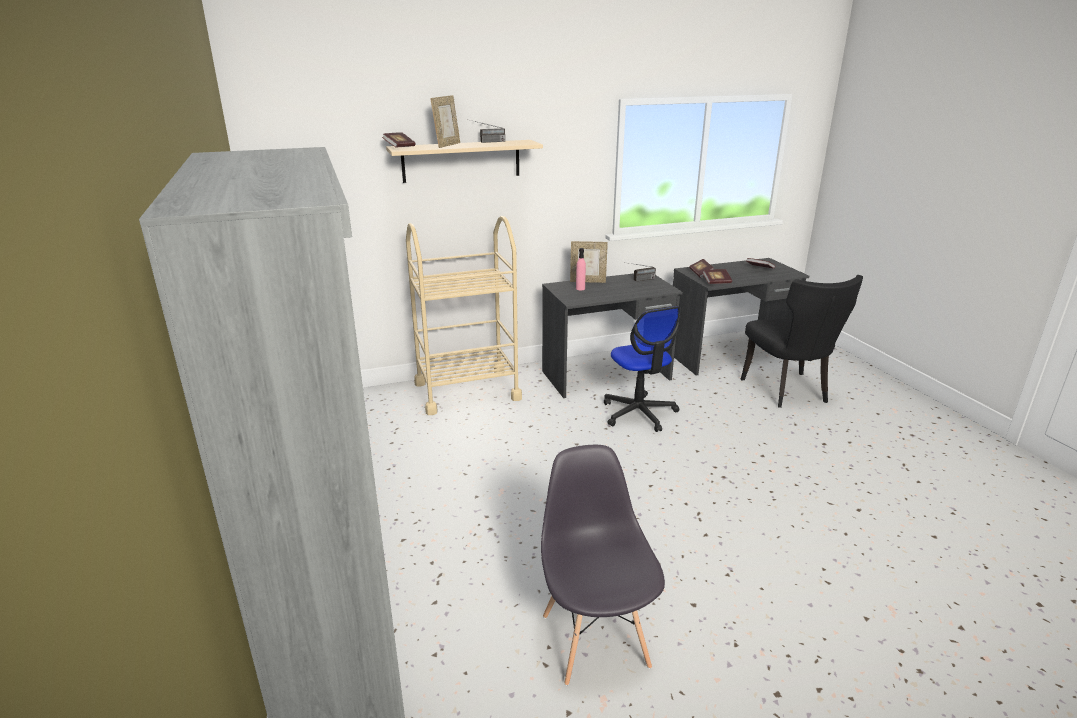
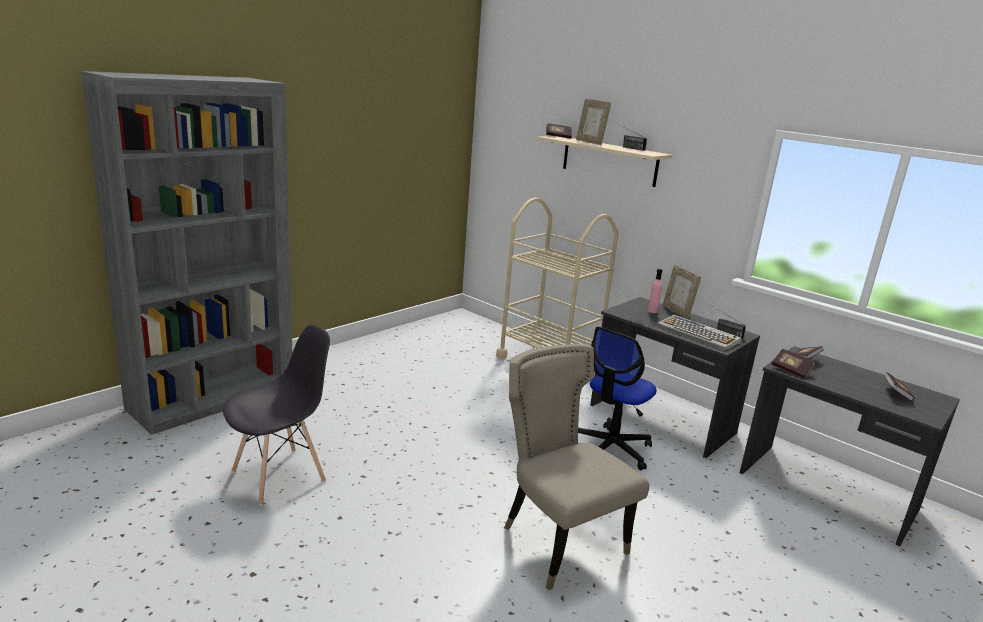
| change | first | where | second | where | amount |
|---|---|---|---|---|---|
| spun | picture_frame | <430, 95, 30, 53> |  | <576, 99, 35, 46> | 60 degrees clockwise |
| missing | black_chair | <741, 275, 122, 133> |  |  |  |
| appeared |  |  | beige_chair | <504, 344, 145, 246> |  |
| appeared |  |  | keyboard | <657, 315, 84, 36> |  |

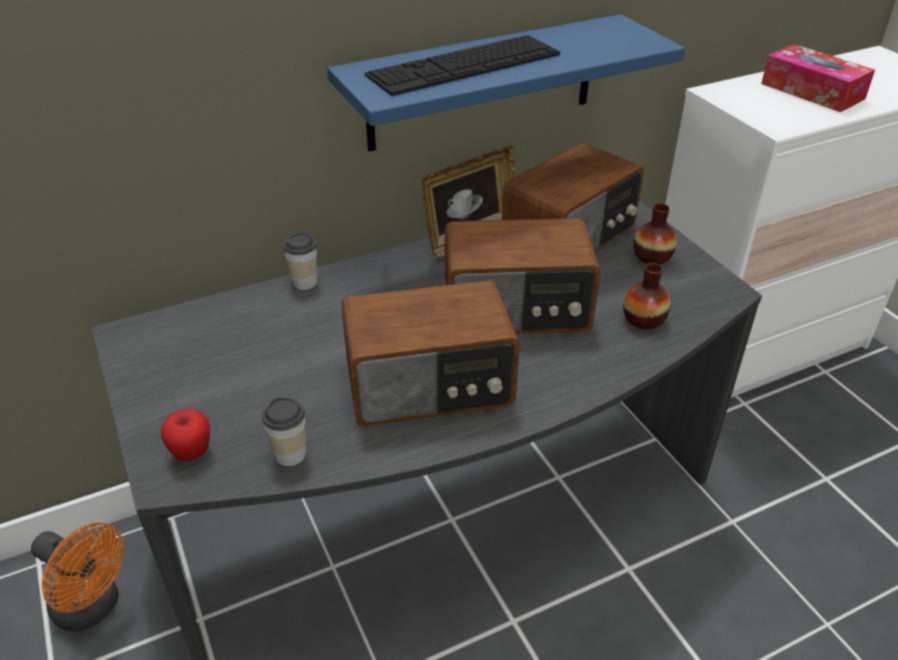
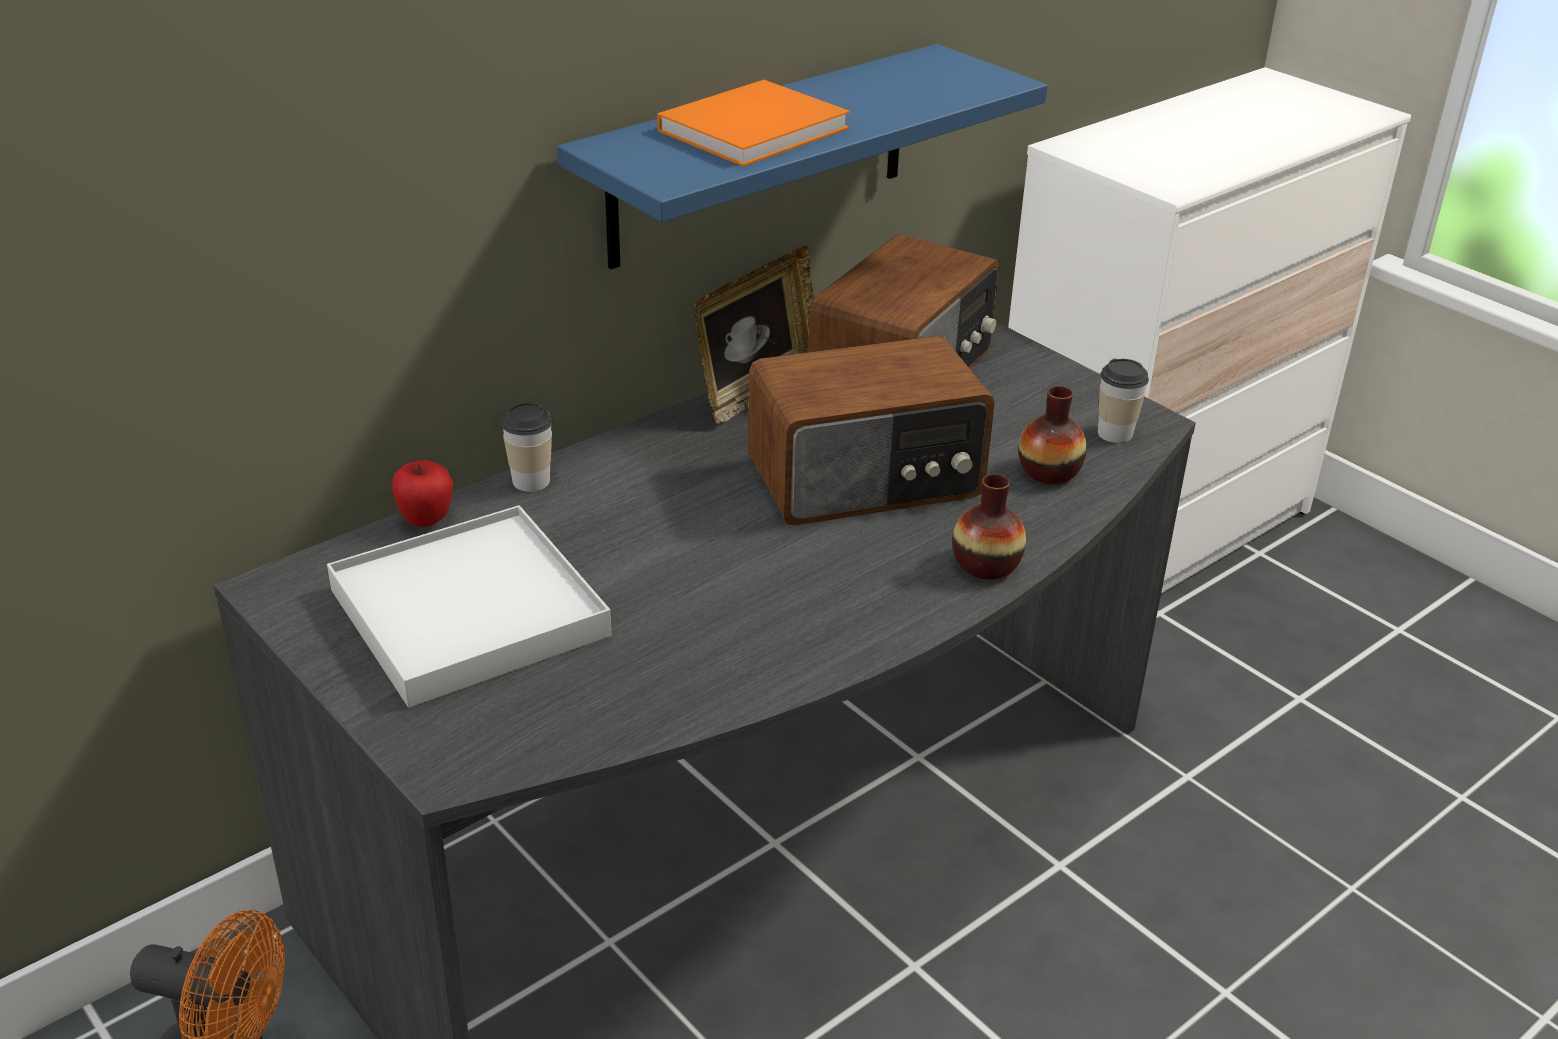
| change | first | where | second | where | amount |
|---|---|---|---|---|---|
| relocated | apple | <161, 409, 49, 52> |  | <392, 460, 61, 67> |  |
| relocated | cup | <262, 398, 44, 68> |  | <1098, 358, 51, 85> |  |
| missing | radio | <341, 280, 179, 146> |  |  |  |
| exchanged | keyboard | <365, 35, 195, 61> | orange_book | <657, 80, 193, 87> |  |
| relocated | vase | <633, 204, 44, 61> |  | <952, 474, 74, 106> |  |
| missing | tissue_box | <761, 44, 114, 68> |  |  |  |
| appeared |  |  | white_tray | <327, 505, 284, 203> |  |

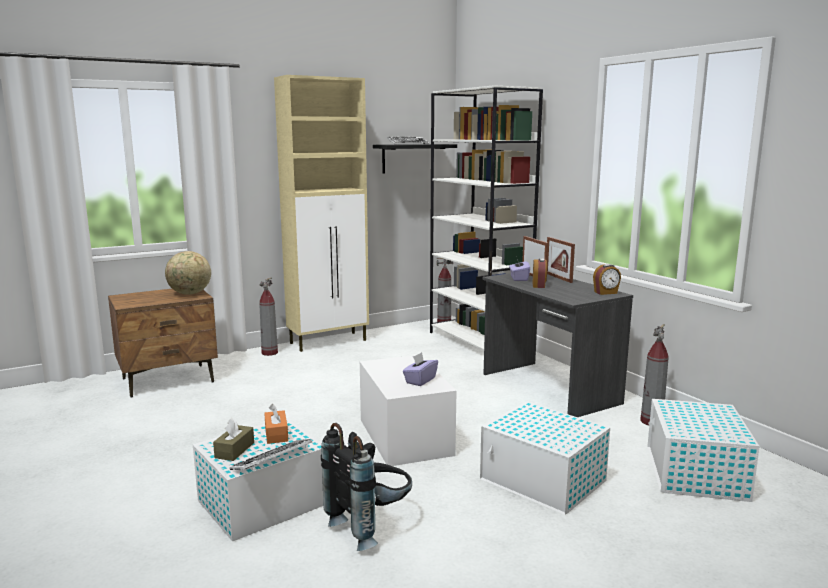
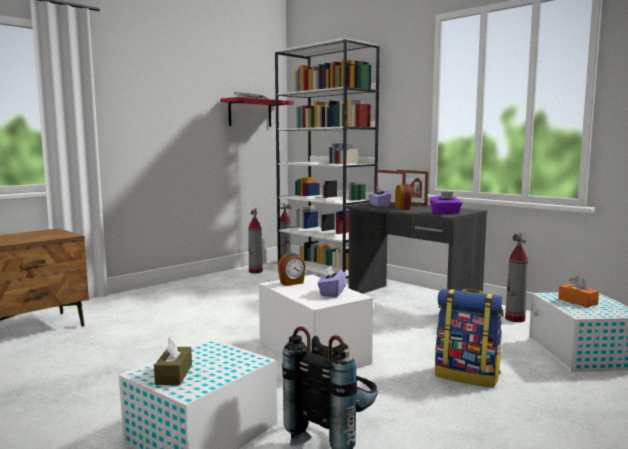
| change | first | where | second | where | amount |
|---|---|---|---|---|---|
| missing | globe | <165, 251, 46, 44> |  |  |  |
| missing | keyboard | <230, 439, 82, 31> |  |  |  |
| relocated | fire_extinguisher | <259, 277, 19, 79> |  | <248, 208, 15, 65> |  |
| relocated | orange_tissue_box | <264, 404, 24, 40> |  | <558, 275, 41, 32> |  |
| missing | beige_cabinet | <274, 75, 95, 277> |  |  |  |
| colour | black_shelf | <373, 144, 84, 30> | red_shelf | <220, 97, 74, 30> |  |
| exchanged | white_storage_box | <480, 401, 130, 114> | backpack | <435, 289, 69, 99> |  |
| relocated | alarm_clock | <593, 264, 28, 31> |  | <278, 253, 28, 33> |  |
| appeared |  |  | purple_tissue_box | <430, 192, 32, 22> |  |

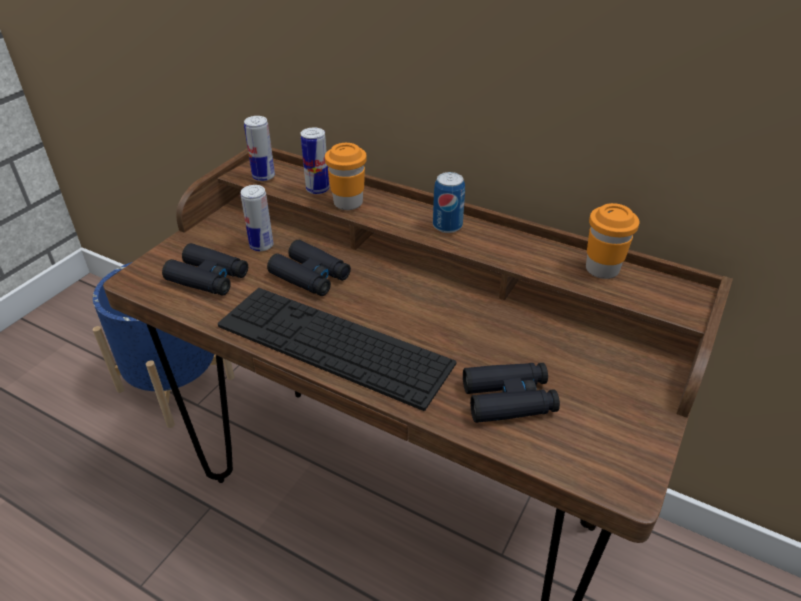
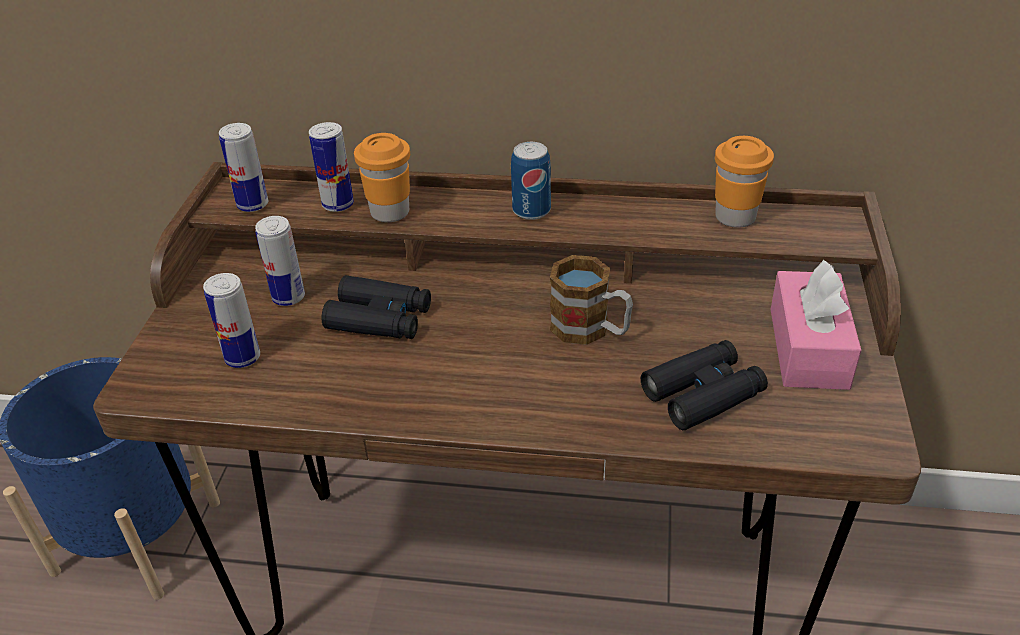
| change | first | where | second | where | amount |
|---|---|---|---|---|---|
| exchanged | black_binoculars | <162, 243, 86, 53> | can | <203, 273, 57, 95> |  |
| missing | keyboard | <218, 288, 238, 123> |  |  |  |
| appeared |  |  | mug | <550, 255, 83, 90> |  |
| appeared |  |  | pink_tissue_box | <770, 260, 91, 130> |  |

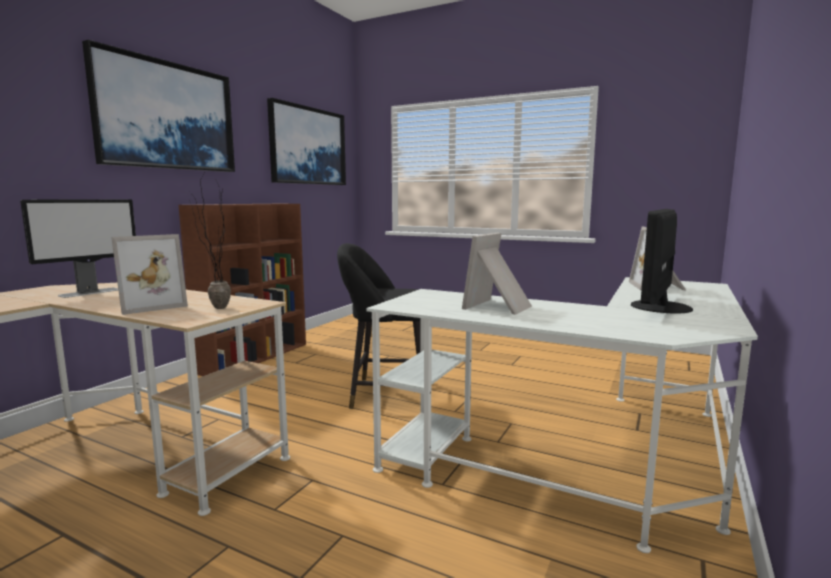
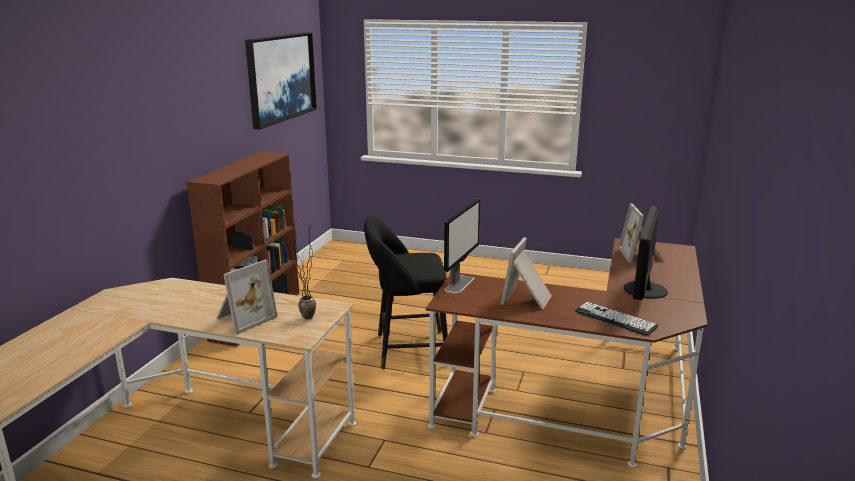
| change | first | where | second | where | amount |
|---|---|---|---|---|---|
| relocated | monitor | <20, 199, 116, 99> |  | <444, 199, 36, 95> |  |
| missing | picture | <82, 40, 153, 132> |  |  |  |
| colour | white_desk | <366, 277, 392, 276> | brown_desk | <426, 238, 282, 230> |  |
| appeared |  |  | keyboard | <575, 302, 83, 34> |  |

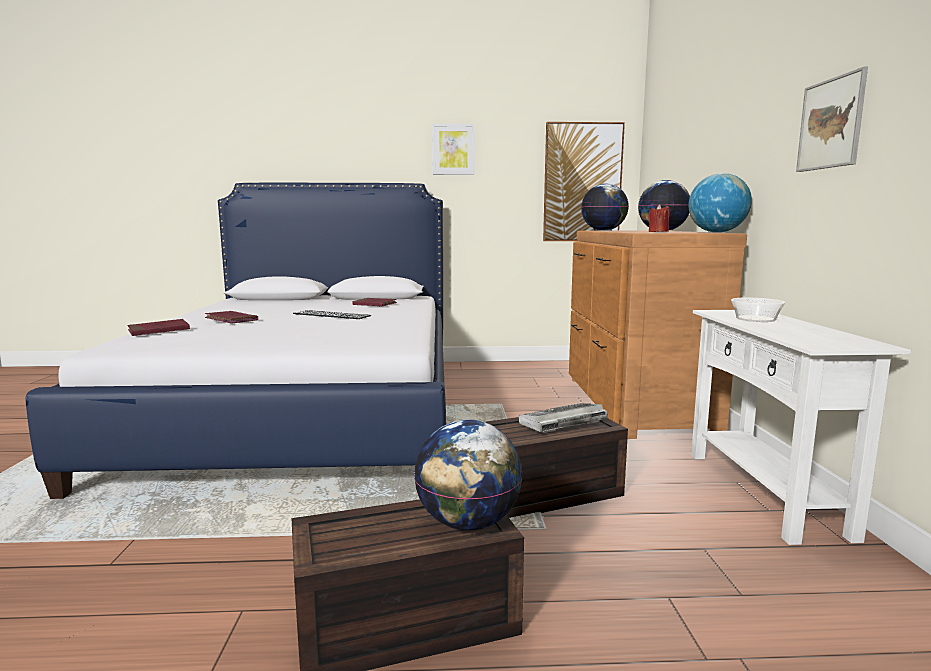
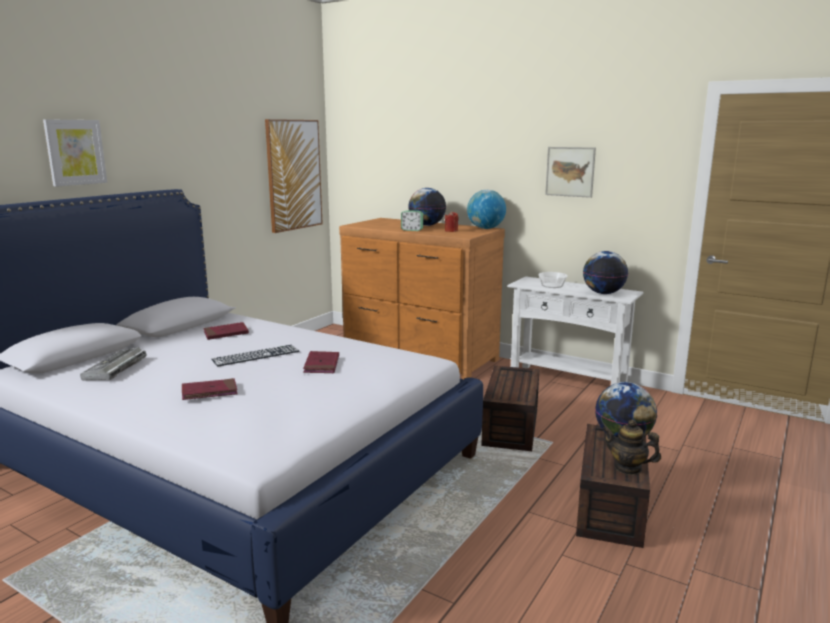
| change | first | where | second | where | amount |
|---|---|---|---|---|---|
| relocated | red_book | <127, 319, 63, 17> |  | <303, 351, 36, 22> |  |
| relocated | picture | <432, 123, 43, 52> |  | <43, 119, 64, 68> |  |
| relocated | keyboard | <519, 403, 89, 30> |  | <80, 347, 66, 33> |  |
| relocated | globe | <581, 184, 48, 47> |  | <583, 251, 45, 43> |  |
| appeared |  |  | alarm_clock | <401, 210, 22, 21> |  |
| appeared |  |  | teapot | <603, 420, 58, 55> |  |

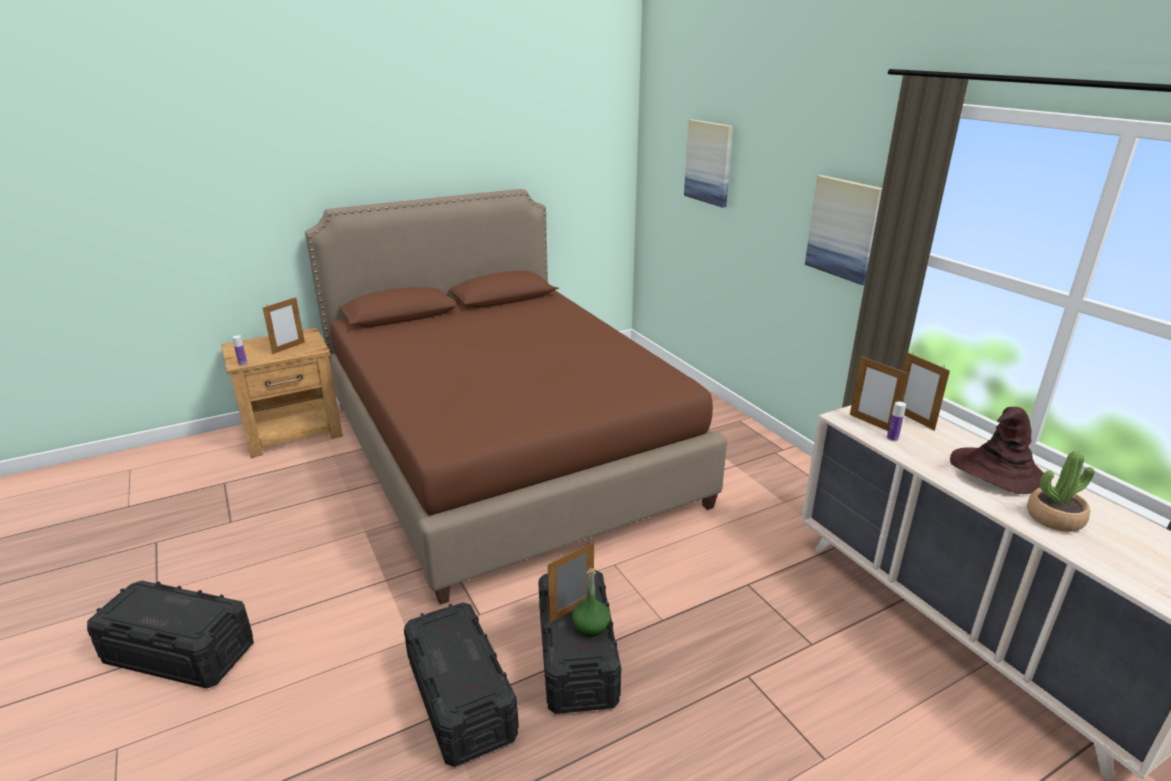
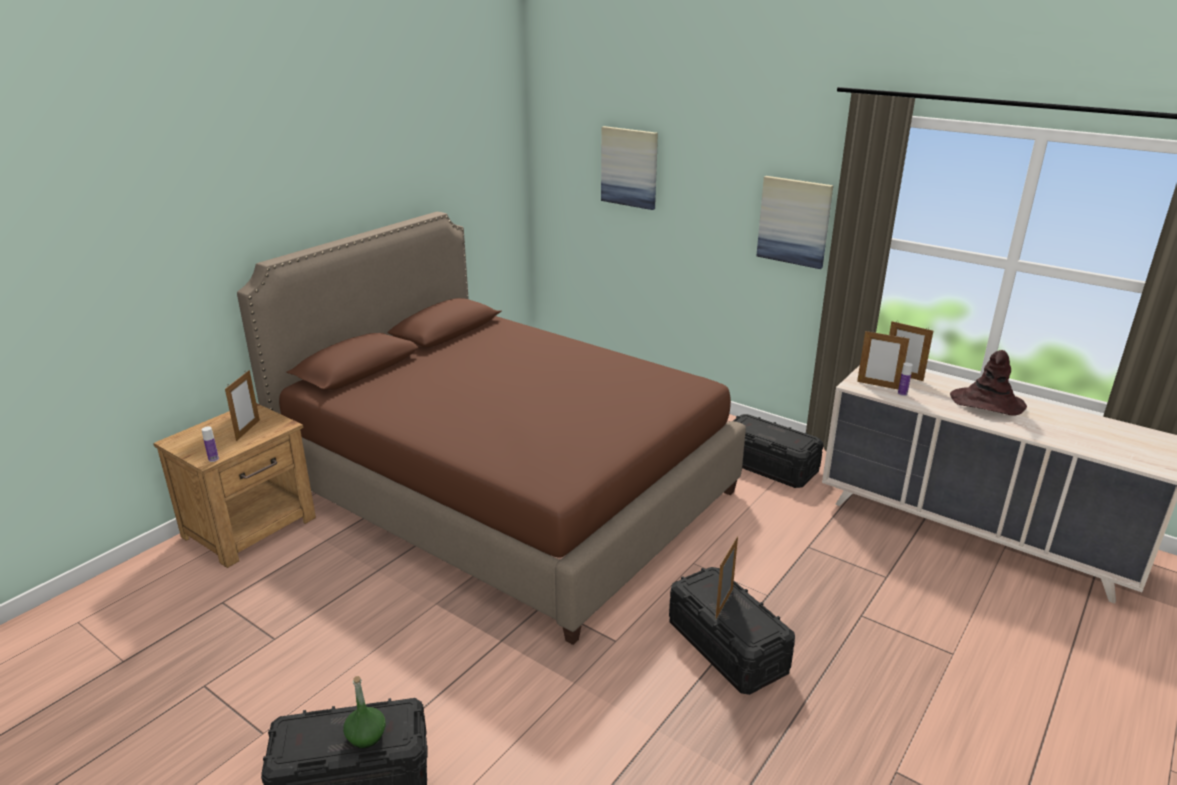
| change | first | where | second | where | amount |
|---|---|---|---|---|---|
| relocated | black_storage_box | <404, 603, 115, 164> |  | <733, 414, 90, 74> |  |
| relocated | green_bottle | <572, 568, 38, 69> |  | <343, 676, 43, 72> |  |
| missing | potted_plant | <1027, 451, 68, 81> |  |  |  |

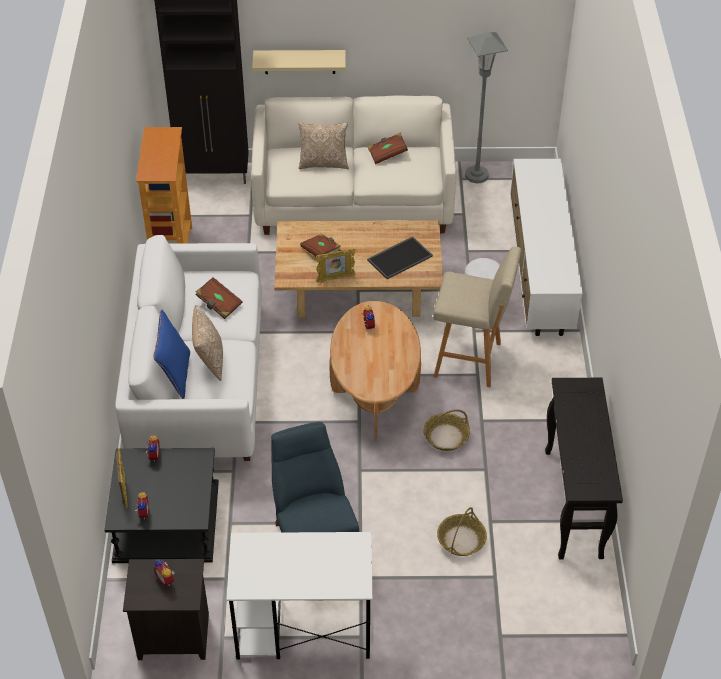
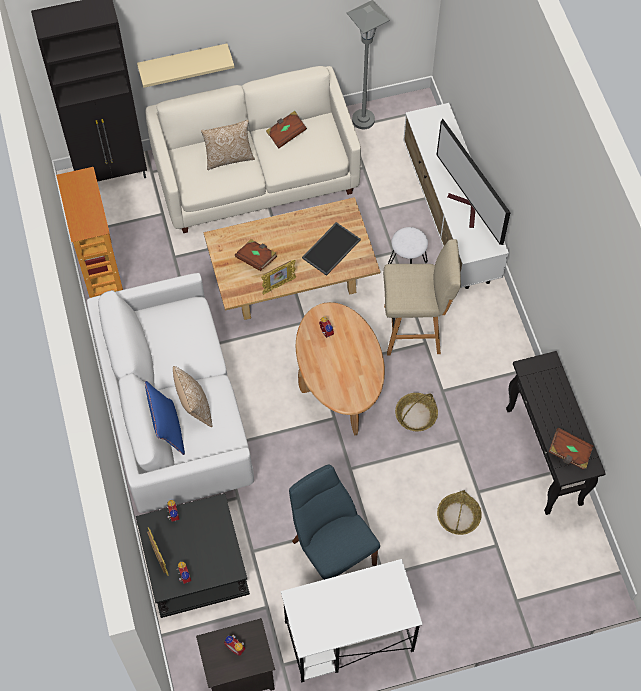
| change | first | where | second | where | amount |
|---|---|---|---|---|---|
| relocated | brown_book | <195, 277, 48, 42> |  | <549, 428, 44, 42> |  |
| appeared |  |  | television | <437, 118, 74, 127> |  |

